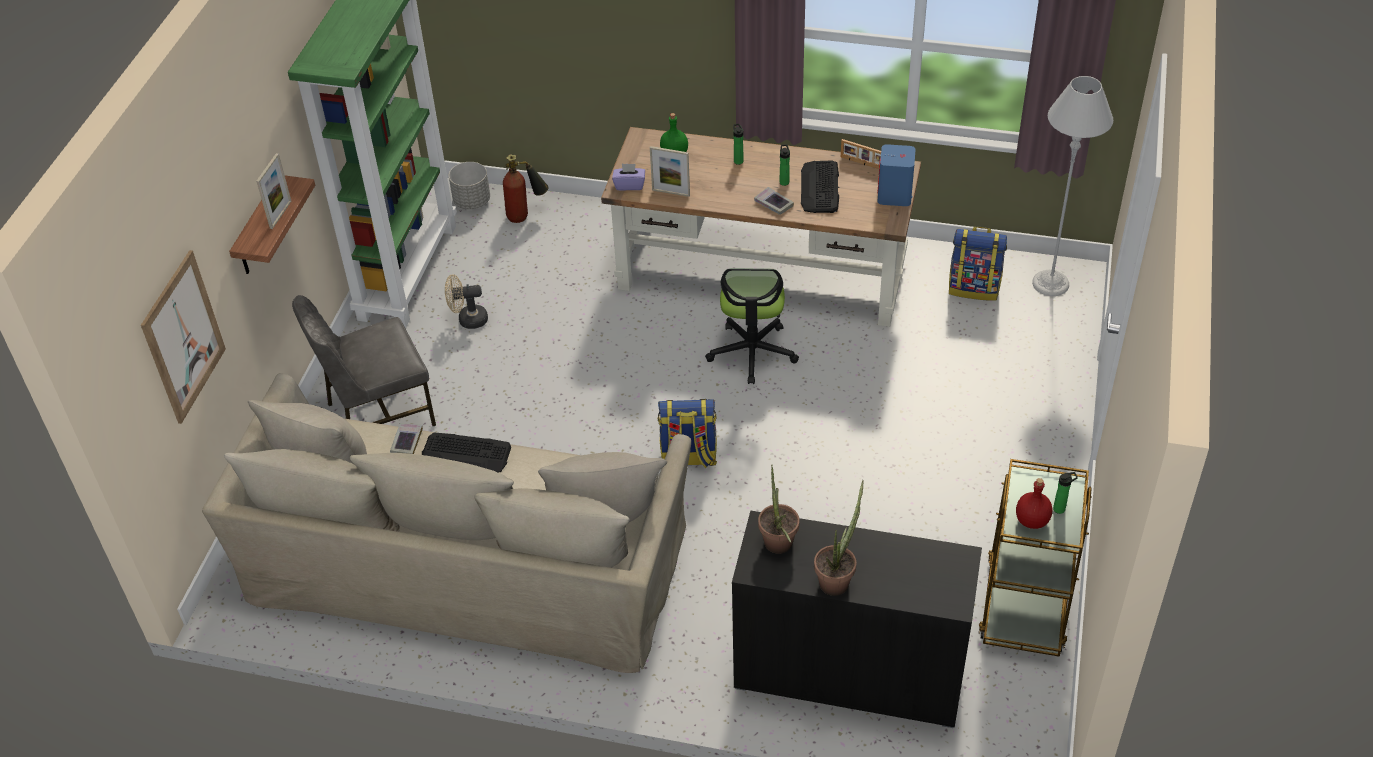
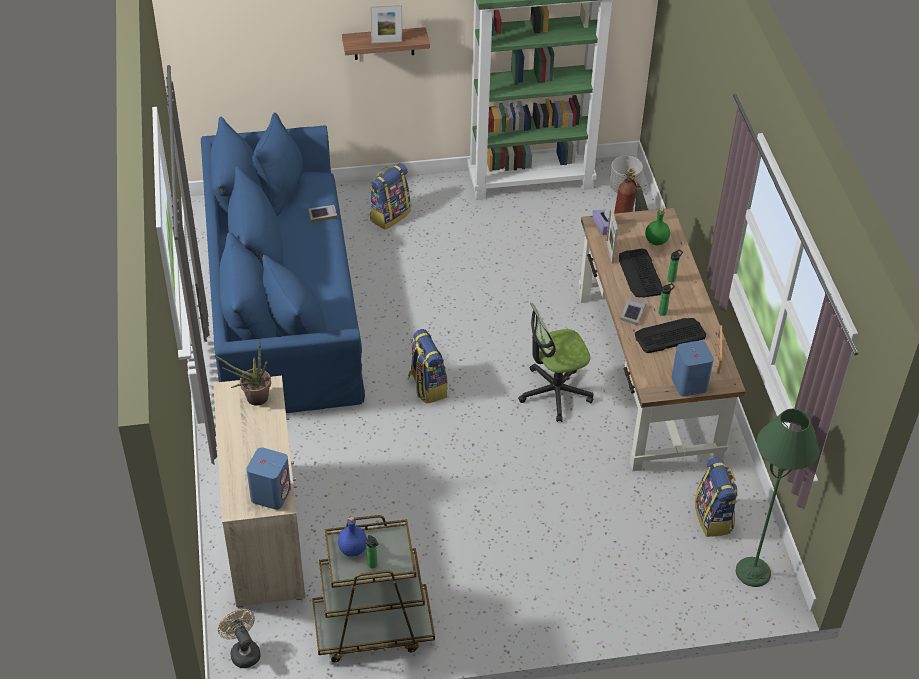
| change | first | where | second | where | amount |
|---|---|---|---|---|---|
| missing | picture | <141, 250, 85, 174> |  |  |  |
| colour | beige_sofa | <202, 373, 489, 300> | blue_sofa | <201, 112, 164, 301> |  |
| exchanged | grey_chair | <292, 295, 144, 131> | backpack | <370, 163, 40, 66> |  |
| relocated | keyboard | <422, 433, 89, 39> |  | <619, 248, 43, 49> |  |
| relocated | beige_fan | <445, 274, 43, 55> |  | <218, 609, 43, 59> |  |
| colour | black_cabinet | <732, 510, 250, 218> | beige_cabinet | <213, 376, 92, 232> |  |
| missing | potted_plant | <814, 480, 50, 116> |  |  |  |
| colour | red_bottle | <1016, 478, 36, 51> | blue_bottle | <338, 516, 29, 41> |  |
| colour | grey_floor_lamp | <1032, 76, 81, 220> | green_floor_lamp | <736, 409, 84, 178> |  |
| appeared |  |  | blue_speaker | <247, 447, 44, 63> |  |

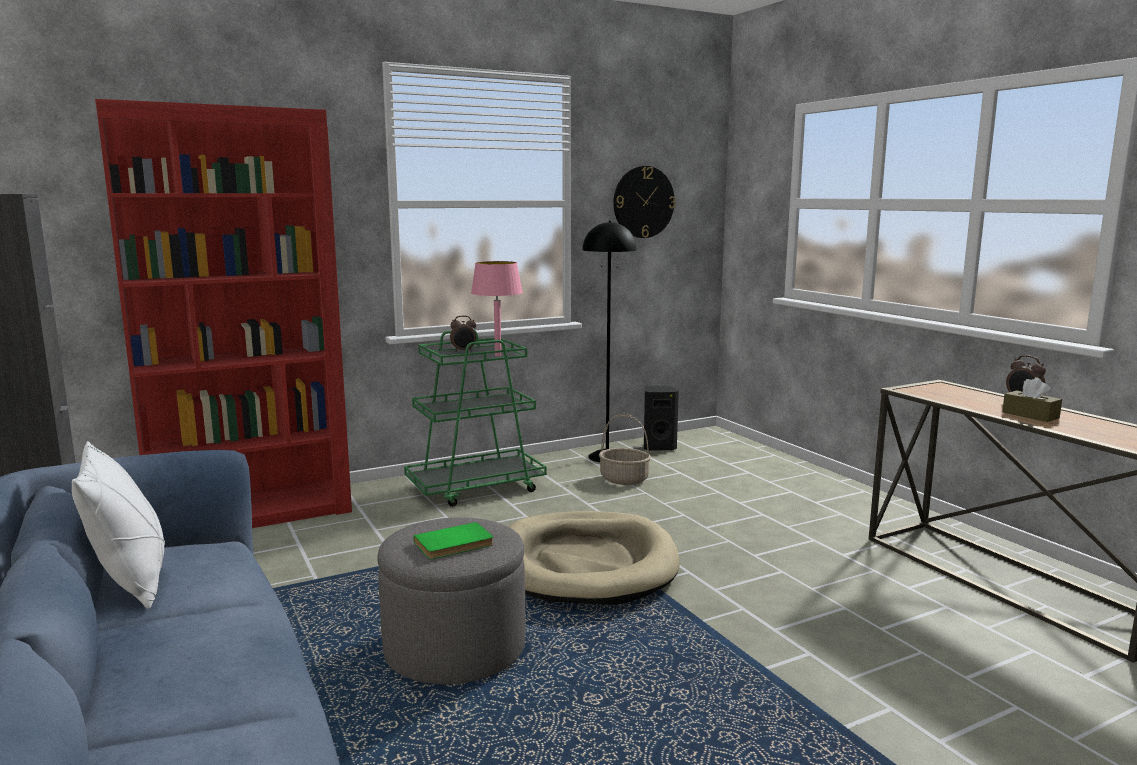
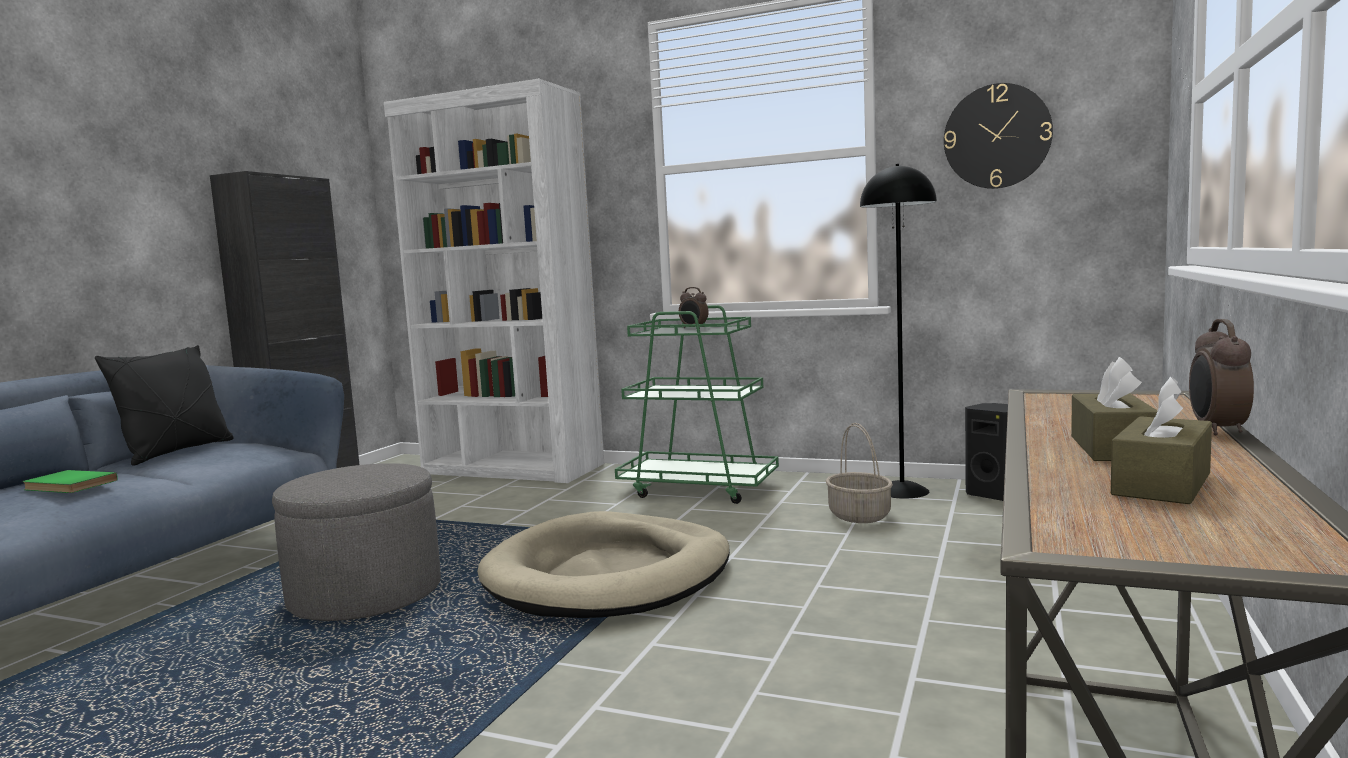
| change | first | where | second | where | amount |
|---|---|---|---|---|---|
| colour | white_pillow | <72, 441, 93, 168> | black_pillow | <95, 345, 139, 121> |  |
| colour | red_bookcase | <95, 99, 257, 429> | white_bookcase | <384, 79, 220, 404> |  |
| relocated | green_book | <413, 522, 81, 37> |  | <22, 470, 96, 23> |  |
| missing | pink_table_lamp | <471, 261, 52, 95> |  |  |  |
| appeared |  |  | brown_tissue_box | <1111, 377, 101, 127> |  |

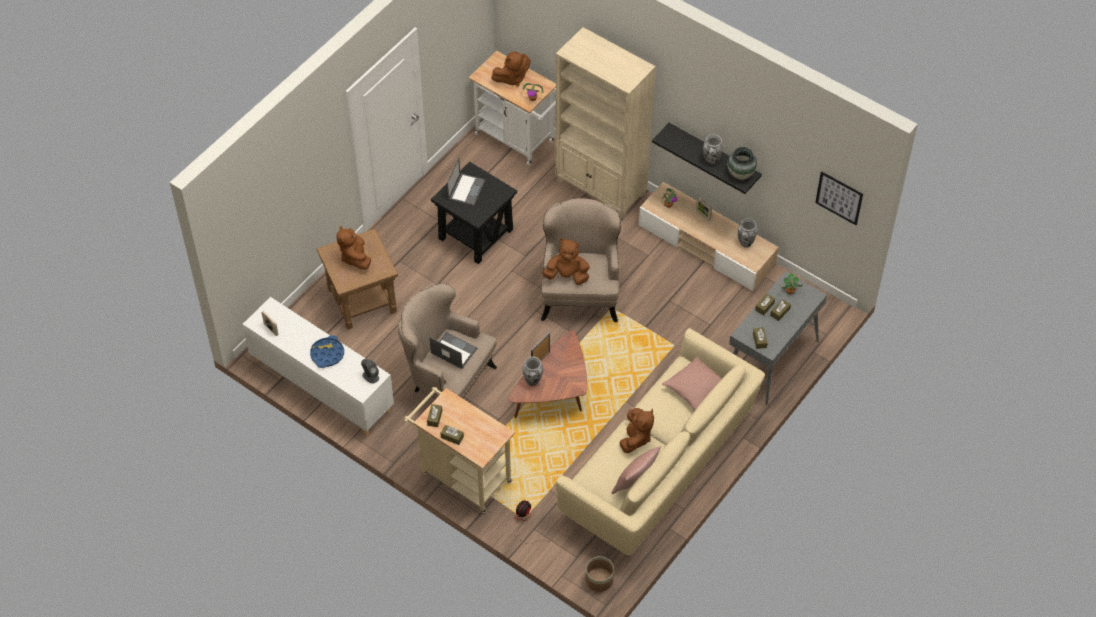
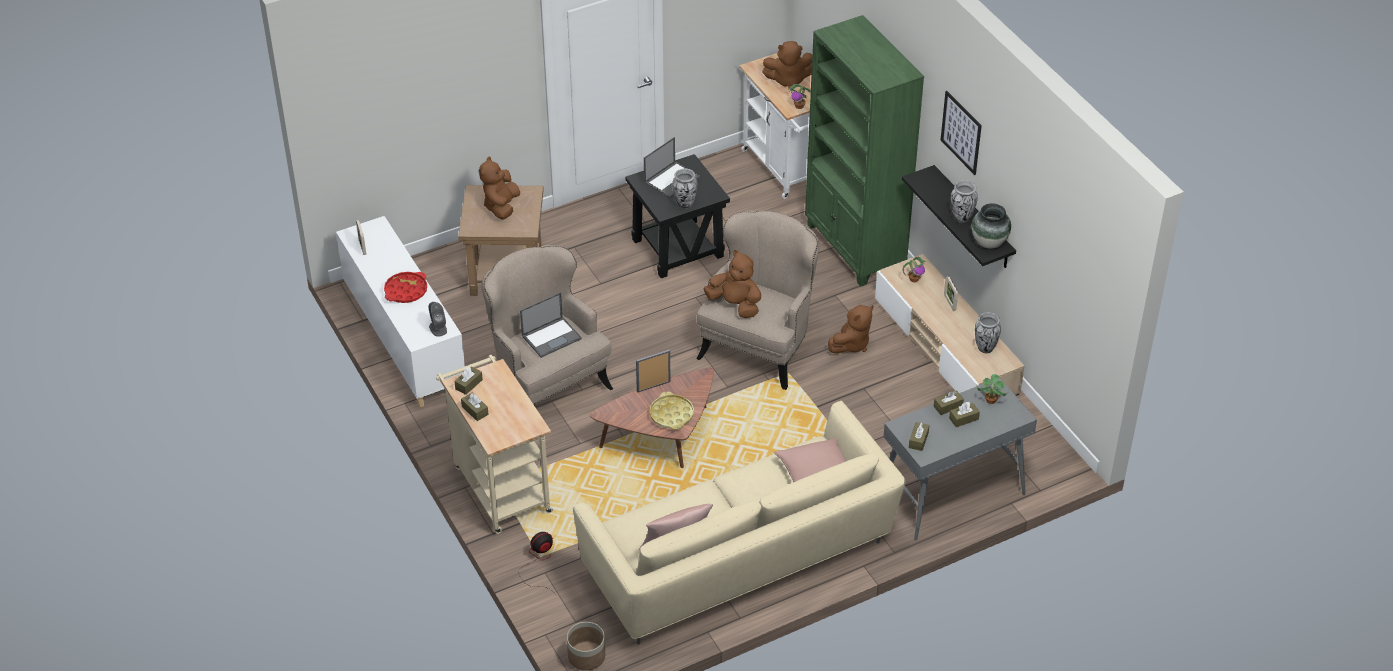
| change | first | where | second | where | amount |
|---|---|---|---|---|---|
| colour | blue_tray | <310, 335, 34, 33> | red_tray | <384, 272, 43, 31> |  |
| spun | laptop | <430, 332, 48, 37> |  | <520, 292, 62, 66> | 90 degrees clockwise |
| relocated | vase | <522, 356, 21, 30> |  | <672, 169, 25, 40> |  |
| colour | beige_bookcase | <555, 27, 101, 192> | green_bookcase | <805, 15, 119, 271> |  |
| relocated | brown_plush_toy | <619, 408, 35, 45> |  | <828, 305, 46, 49> |  |
| relocated | picture | <815, 171, 48, 54> |  | <941, 91, 41, 84> |  |
| appeared |  |  | yellow_tray | <649, 392, 45, 38> |  |

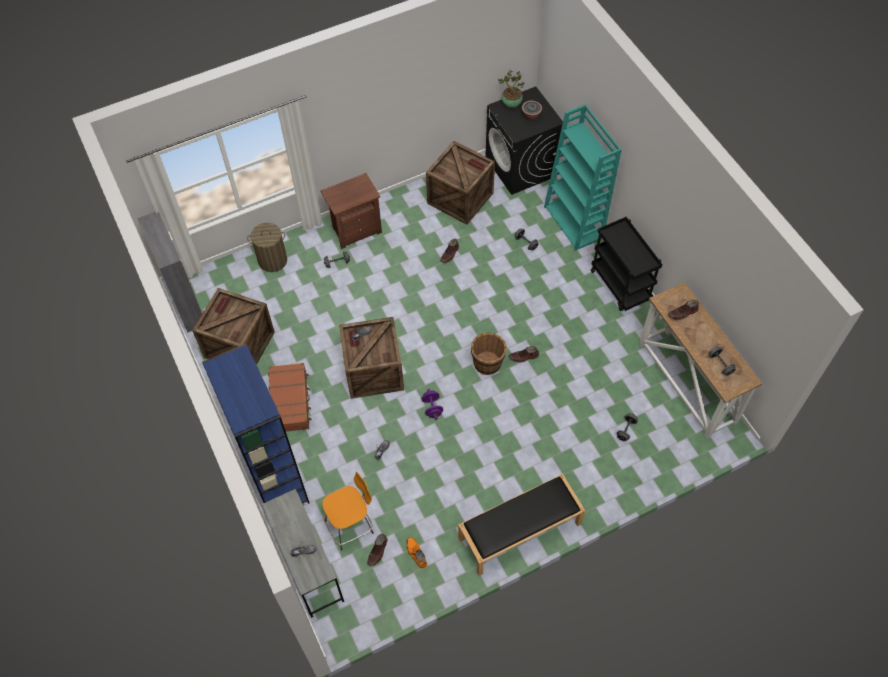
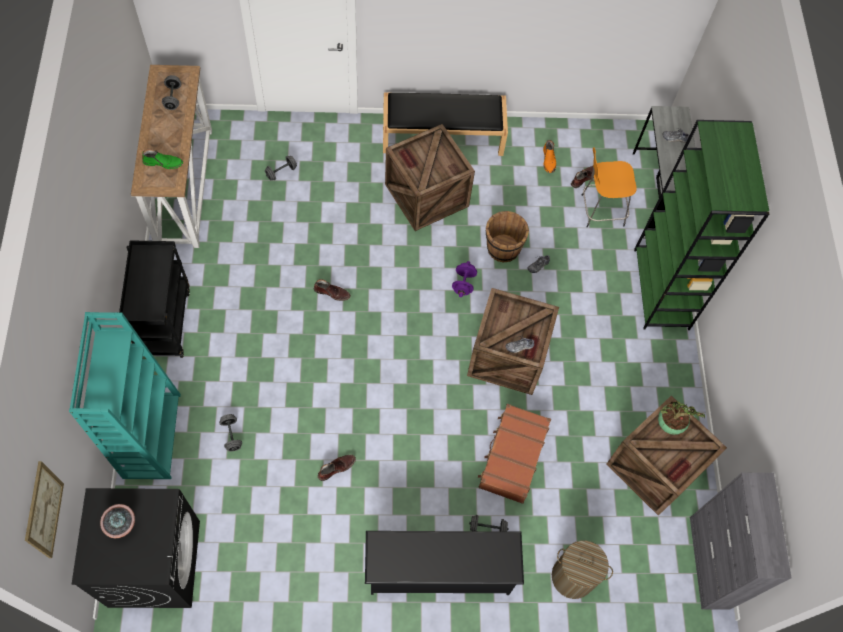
| change | first | where | second | where | amount |
|---|---|---|---|---|---|
| colour | blue_bookcase | <202, 344, 107, 160> | green_bookcase | <634, 120, 135, 210> |  |
| relocated | brown_suitcase | <268, 363, 44, 68> |  | <478, 404, 73, 100> |  |
| exchanged | brown_nightstand | <321, 173, 61, 76> | black_shoe_rack | <365, 531, 159, 64> |  |
| relocated | crate | <426, 141, 69, 84> |  | <385, 124, 90, 107> |  |
| relocated | brown_bucket | <471, 332, 36, 43> |  | <486, 211, 43, 52> |  |
| relocated | potted_plant | <498, 70, 26, 38> |  | <658, 401, 47, 34> |  |
| colour | brown_boot | <668, 300, 31, 20> | green_boot | <142, 149, 41, 20> |  |
| appeared |  |  | picture | <25, 461, 39, 97> |  |

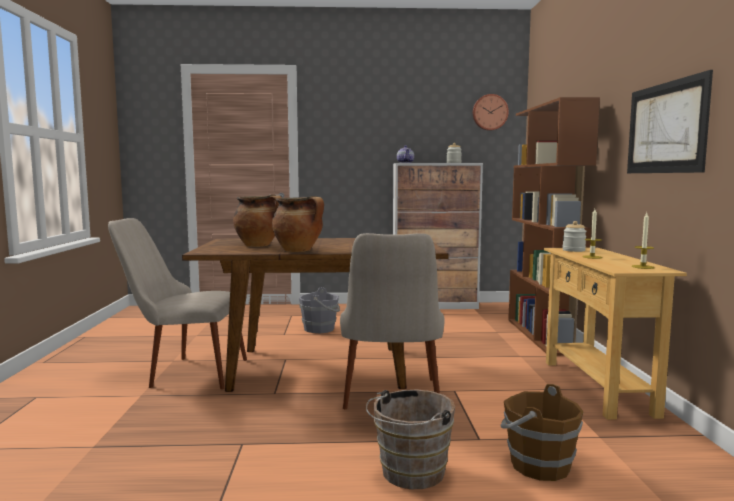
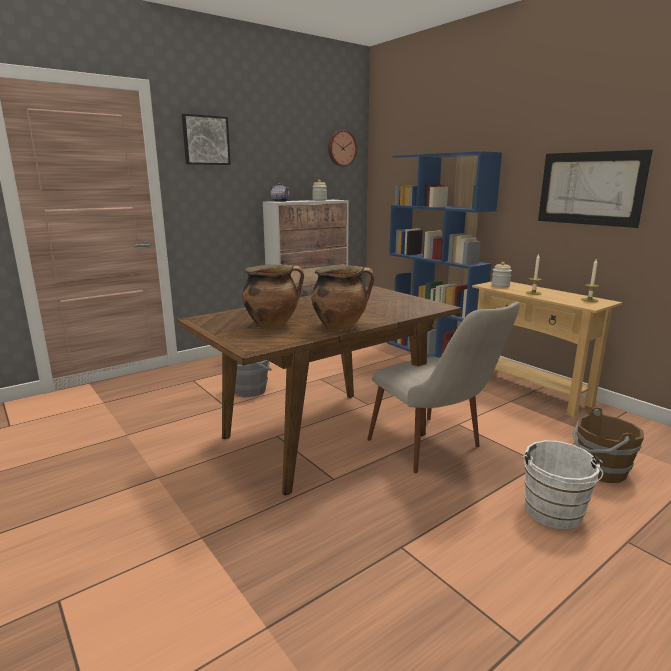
| change | first | where | second | where | amount |
|---|---|---|---|---|---|
| missing | beige_chair | <108, 218, 139, 171> |  |  |  |
| colour | brown_bucket | <366, 390, 89, 99> | white_bucket | <522, 440, 81, 90> |  |
| colour | brown_bookcase | <508, 97, 92, 259> | blue_bookcase | <386, 151, 116, 207> |  |
| appeared |  |  | picture | <182, 114, 49, 51> |  |

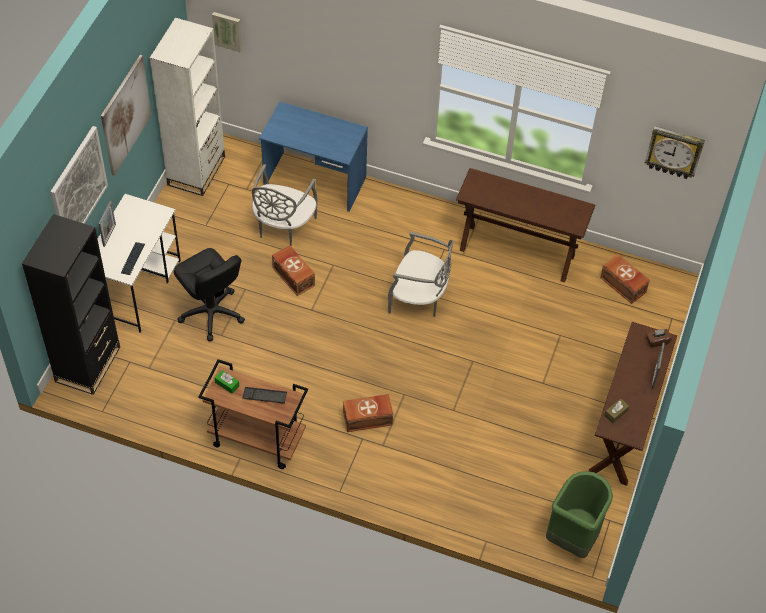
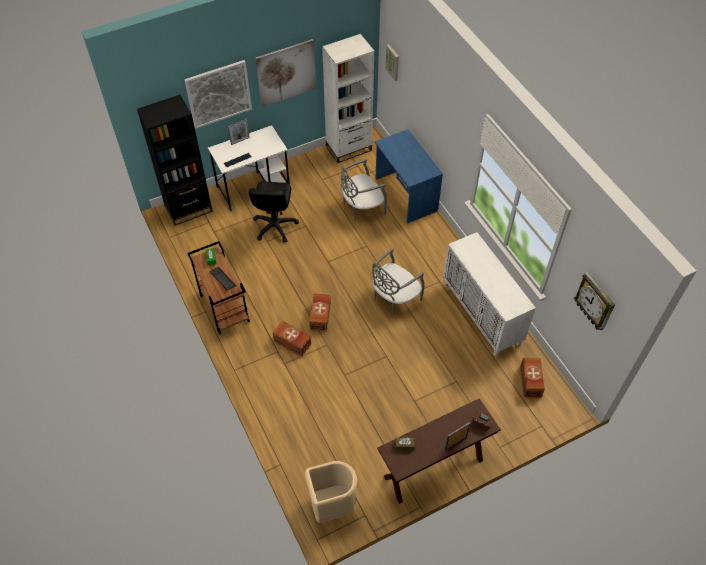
| change | first | where | second | where | amount |
|---|---|---|---|---|---|
| relocated | brown_storage_box | <272, 245, 43, 51> |  | <309, 293, 22, 39> |  |
| spun | grey_chair | <388, 232, 66, 85> |  | <372, 248, 53, 67> | 75 degrees clockwise |
| exchanged | brown_console_table | <456, 168, 139, 114> | white_cabinet | <443, 232, 93, 125> |  |
| colour | green_trash_can | <546, 471, 67, 87> | beige_trash_can | <305, 461, 52, 62> |  |

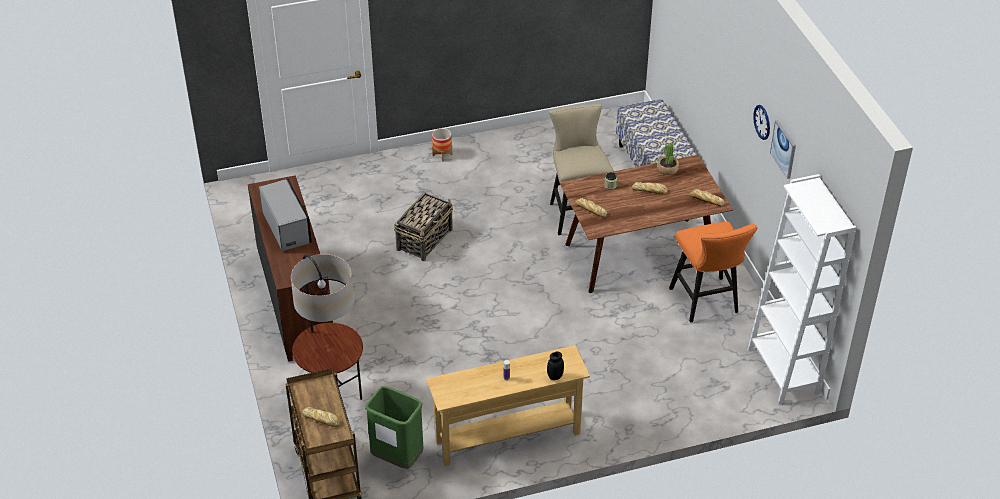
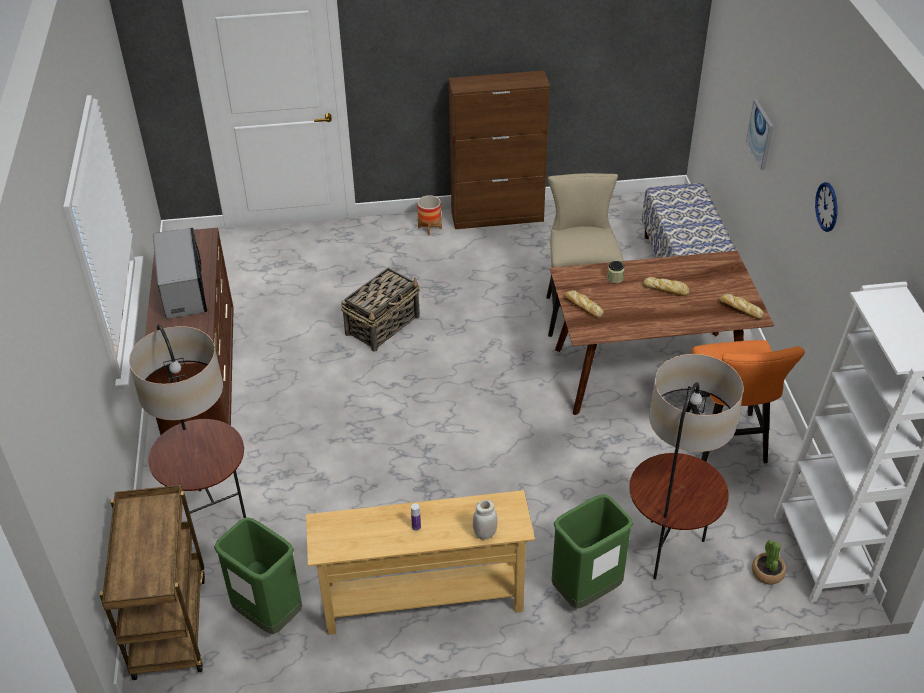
| change | first | where | second | where | amount |
|---|---|---|---|---|---|
| missing | bread | <302, 407, 39, 20> |  |  |  |
| colour | black_jar | <547, 351, 17, 29> | white_jar | <473, 500, 25, 39> |  |
| relocated | potted_plant | <657, 143, 22, 32> |  | <752, 540, 34, 44> |  |
| relocated | picture | <770, 120, 26, 59> |  | <746, 99, 27, 71> |  |
| appeared |  |  | brown_cabinet | <449, 71, 101, 158> |  |
| appeared |  |  | green_trash_can | <552, 494, 81, 115> |  |
| appeared |  |  | floor_lamp | <629, 354, 115, 225> |  |

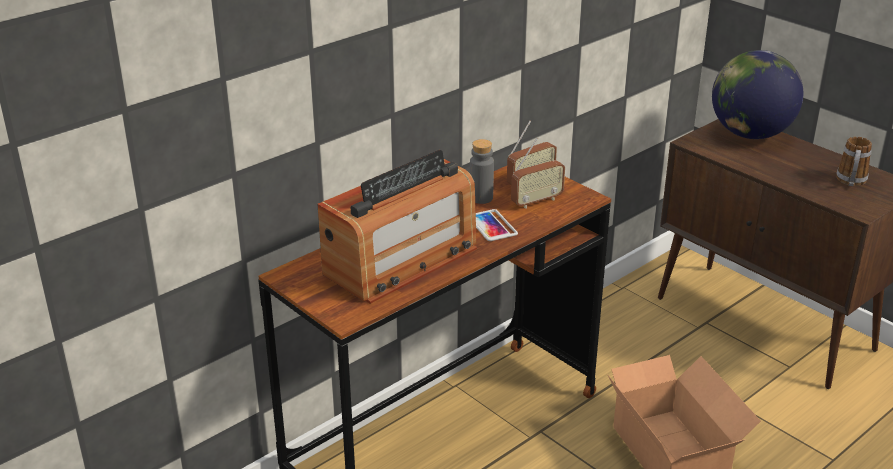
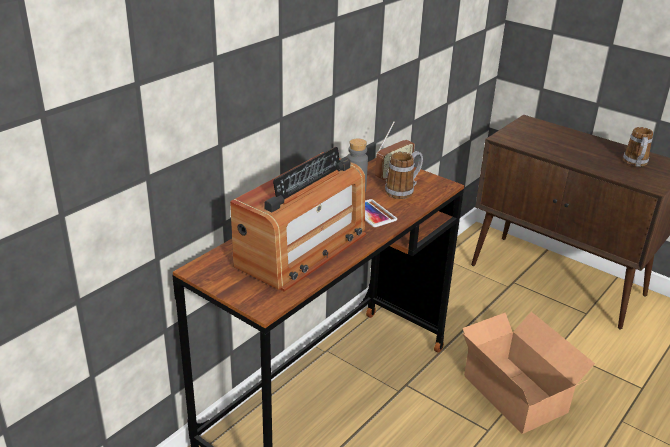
| change | first | where | second | where | amount |
|---|---|---|---|---|---|
| exchanged | radio | <511, 138, 54, 71> | mug | <385, 151, 38, 48> |  |
| missing | globe | <712, 50, 92, 89> |  |  |  |

